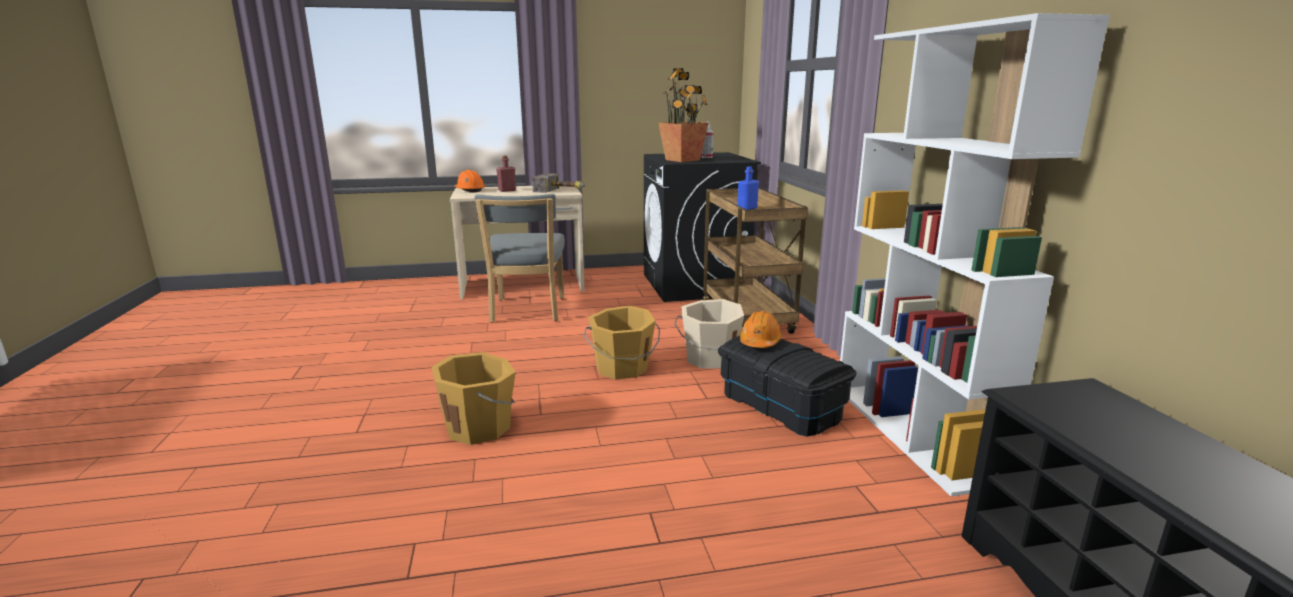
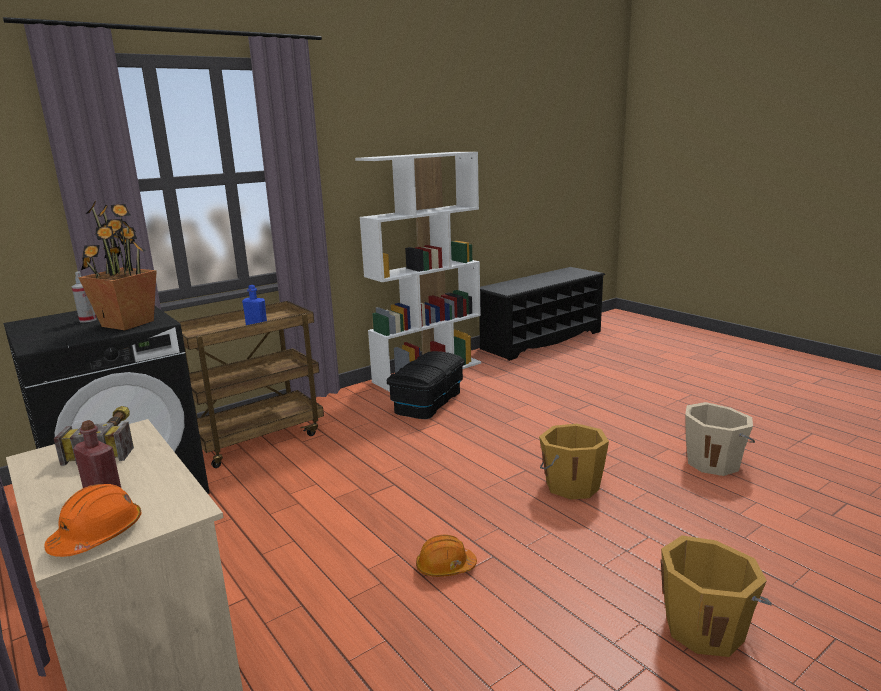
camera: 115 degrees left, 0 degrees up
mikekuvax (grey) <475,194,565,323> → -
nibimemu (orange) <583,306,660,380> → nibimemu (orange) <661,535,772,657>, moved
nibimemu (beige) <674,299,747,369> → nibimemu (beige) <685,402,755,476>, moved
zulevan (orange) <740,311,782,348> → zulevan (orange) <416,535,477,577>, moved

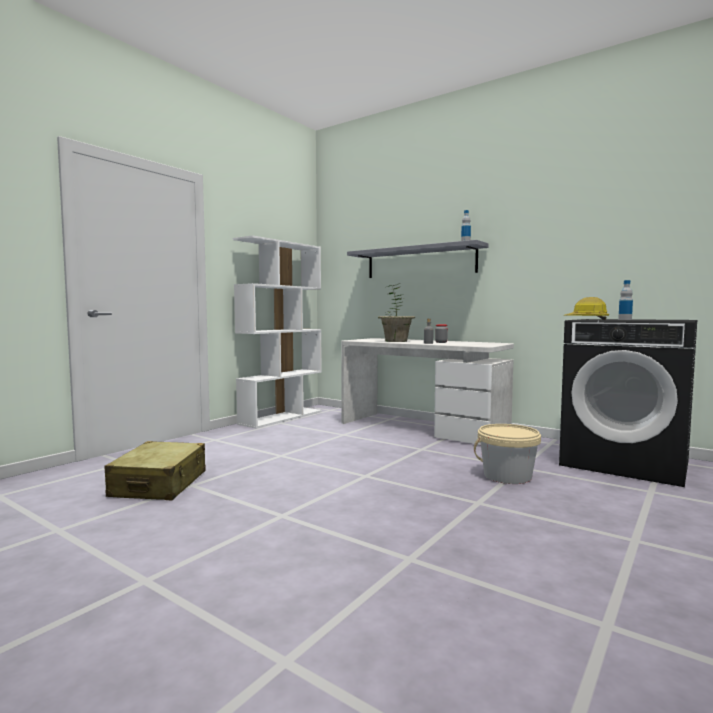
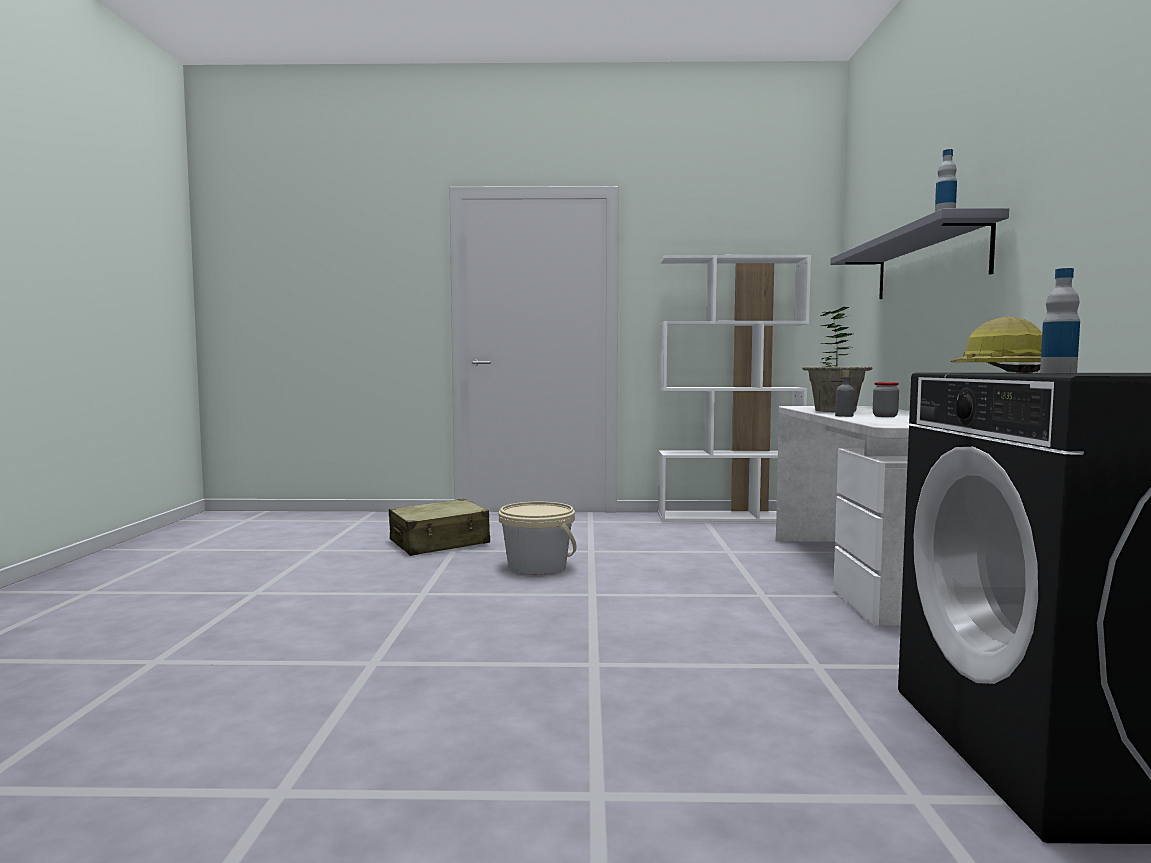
camera: 55 degrees right, 0 degrees up
nibimemu (beige) <474,424,541,484> → nibimemu (beige) <499,502,577,575>, moved

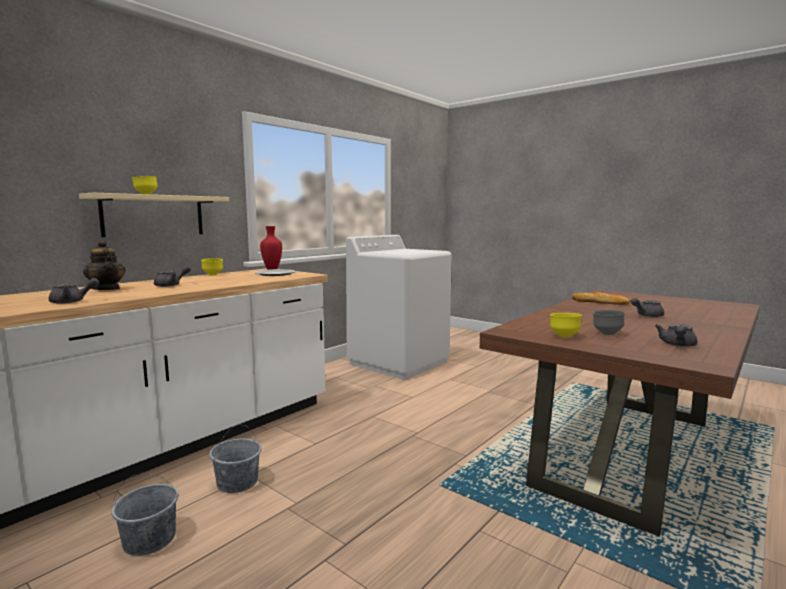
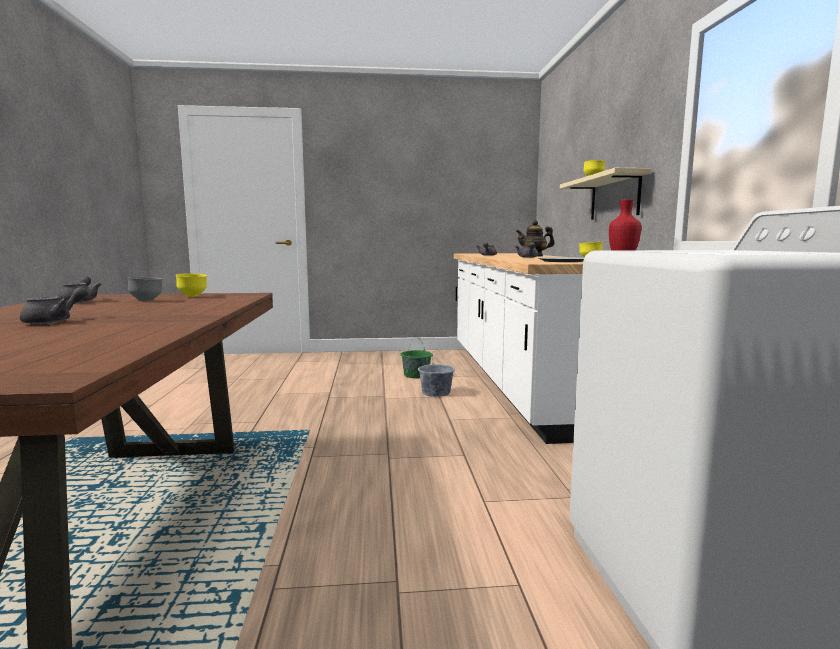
camera: 135 degrees right, 0 degrees up
nibimemu (grey) <112,472,179,556> → nibimemu (green) <401,337,432,378>
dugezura <572,292,631,305> → -

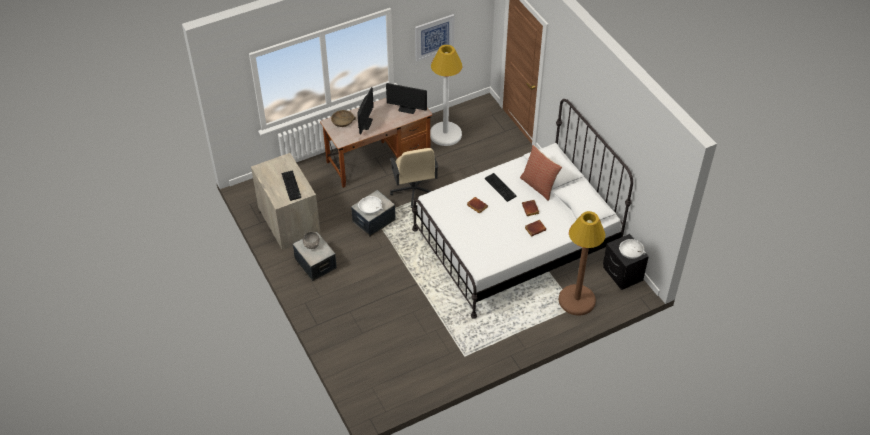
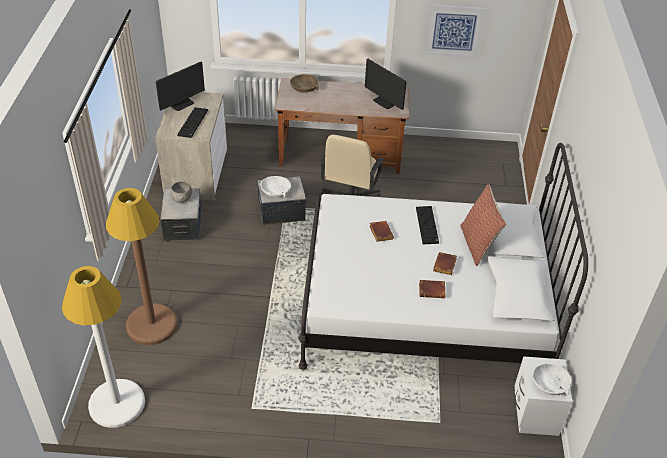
camera: 30 degrees right, 5 degrees down
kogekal <358,87,374,134> → kogekal <156,62,205,111>, moved
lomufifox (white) <430,45,462,146> → lomufifox (white) <62,266,145,428>, moved
lomufifox (brown) <559,211,605,316> → lomufifox (brown) <106,188,178,345>, moved
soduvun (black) <603,234,649,290> → soduvun (white) <515,356,573,436>

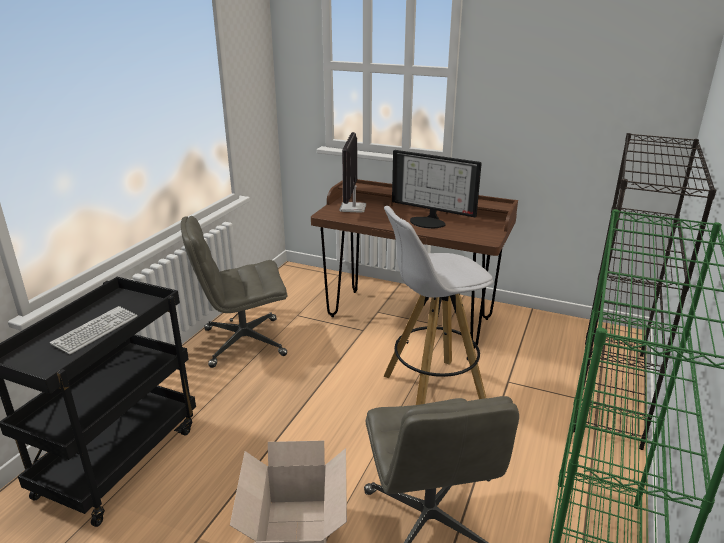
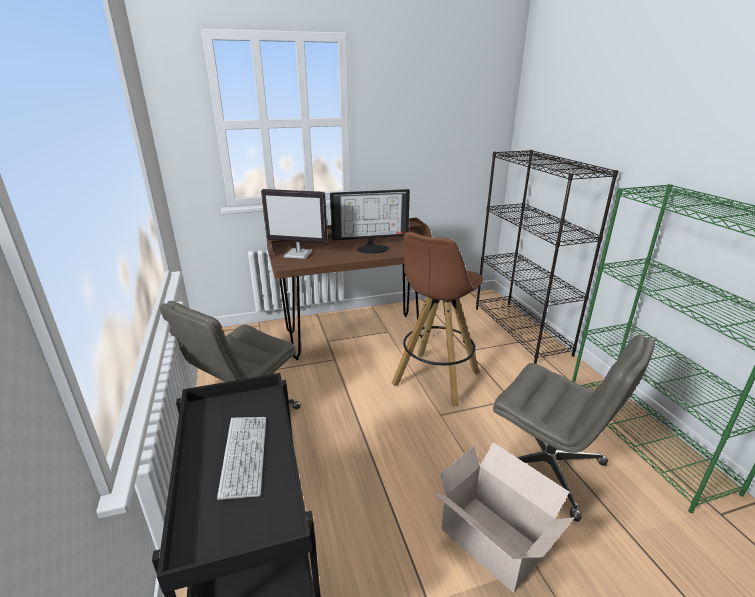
camera: 40 degrees left, 0 degrees up
kogekal <339,132,366,213> → kogekal <261,189,328,259>, 45 degrees counterclockwise
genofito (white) <384,206,494,405> → genofito (brown) <392,232,483,407>

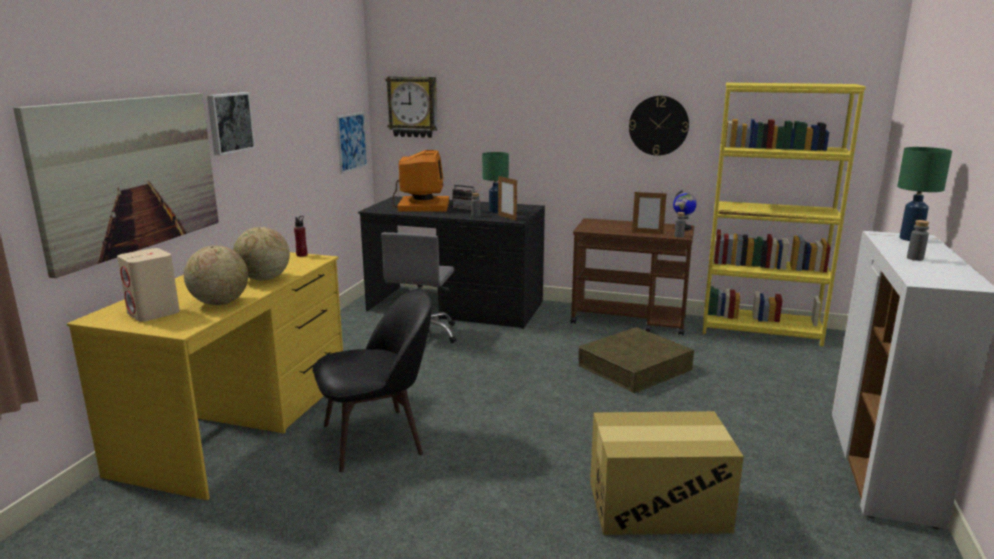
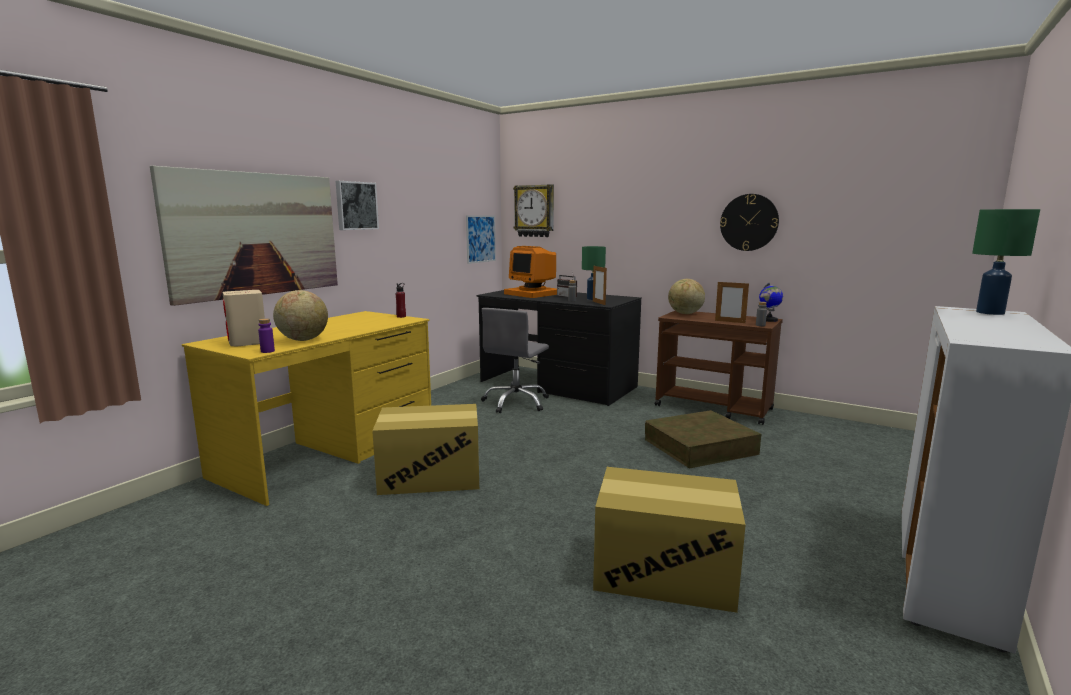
camera: 15 degrees right, 5 degrees down
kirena <233,227,290,281> → kirena <668,279,705,314>, moved
mikekuvax (black) <312,289,432,472> → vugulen <372,404,479,495>
kogekal <393,150,449,212> → kogekal <504,246,557,298>, 120 degrees clockwise
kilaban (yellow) <703,83,866,347> → -
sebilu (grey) <907,220,929,261> → -
- → sebilu (purple) <258,319,275,353>

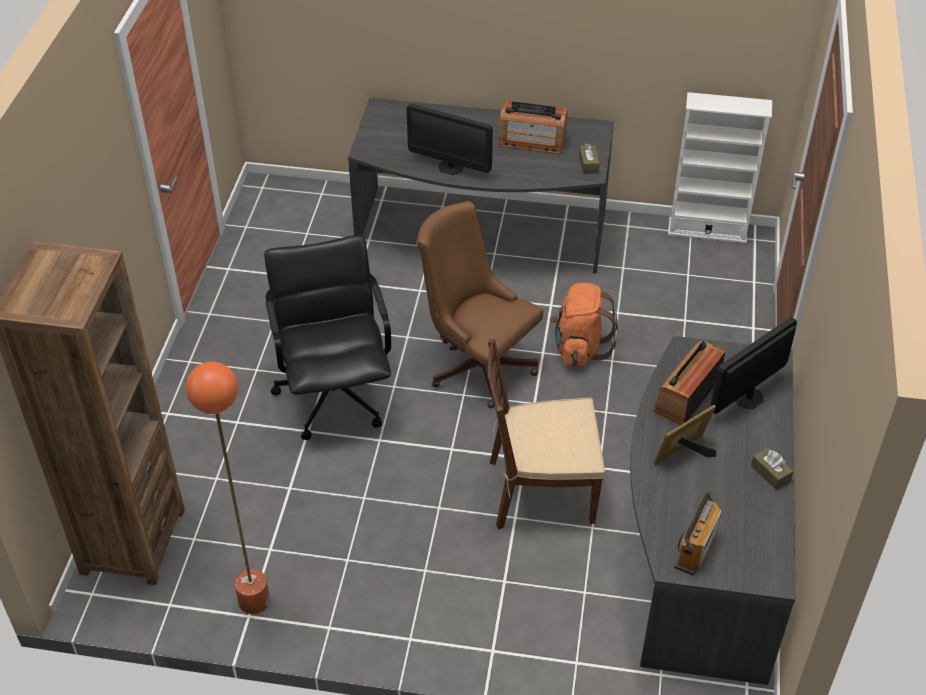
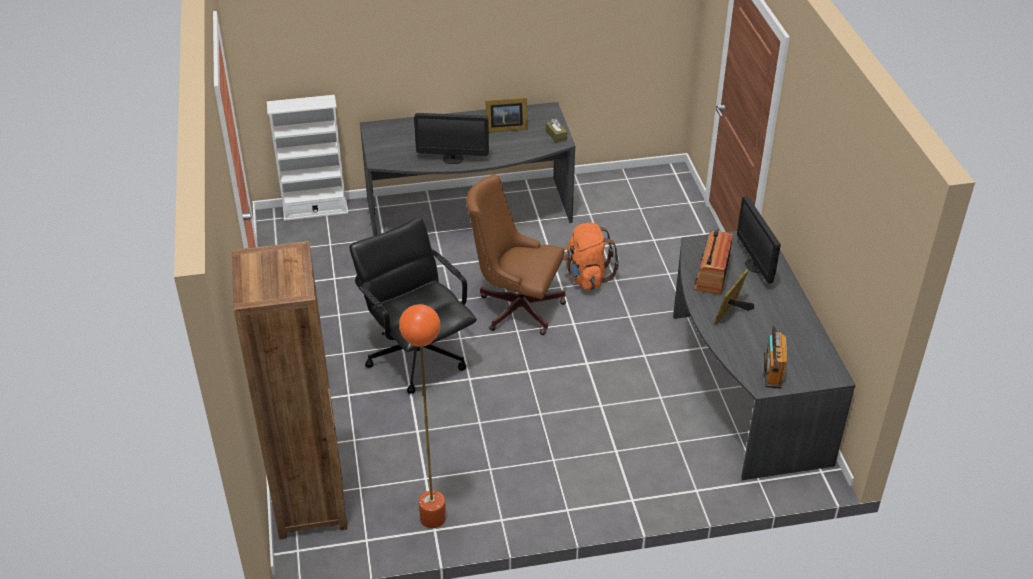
camera: 20 degrees left, 5 degrees down
mikekuvax (brown) <488,339,605,529> → -
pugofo <499,101,568,154> → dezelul <485,97,527,133>
kilaban (white) <668,92,772,243> → kilaban (white) <267,95,348,221>, moved
kogekal <710,317,797,414> → kogekal <737,196,781,283>, 45 degrees counterclockwise
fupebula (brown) <751,448,793,490> → -

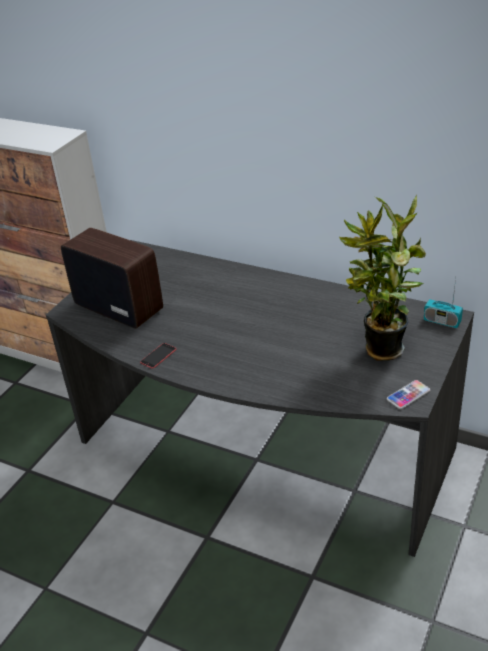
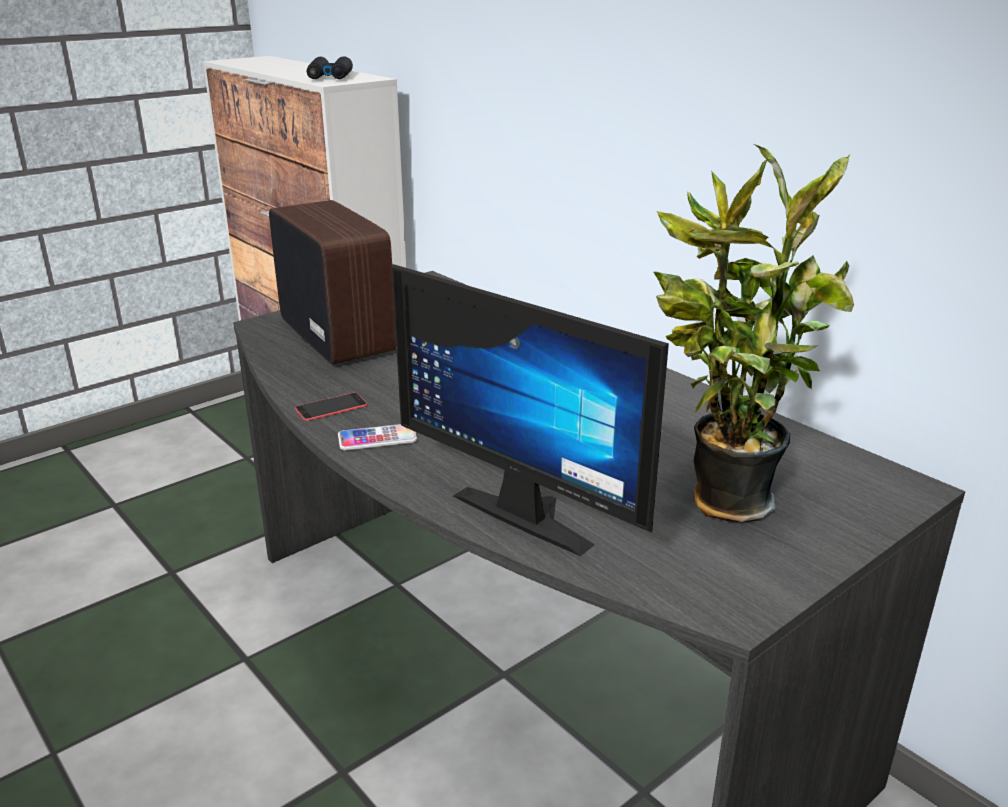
camera: 20 degrees right, 10 degrees down
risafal <387,380,430,409> → risafal <338,424,417,451>, moved
pugofo <424,279,463,328> → -
- → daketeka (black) <307,56,353,79>
- → kogekal <392,264,669,556>

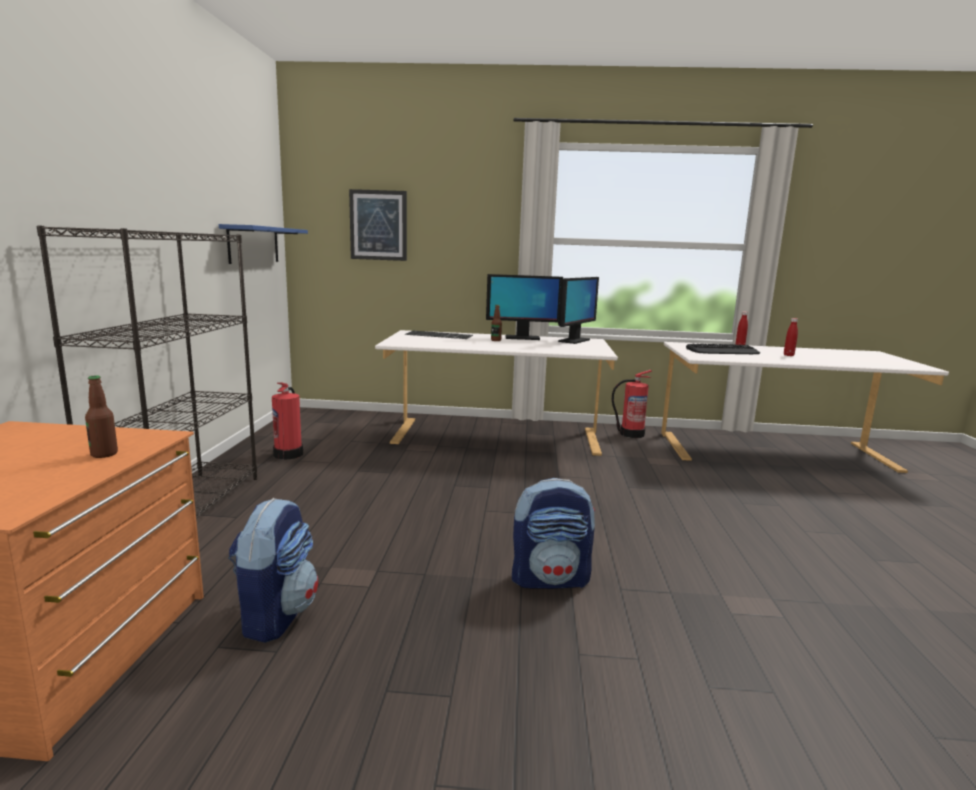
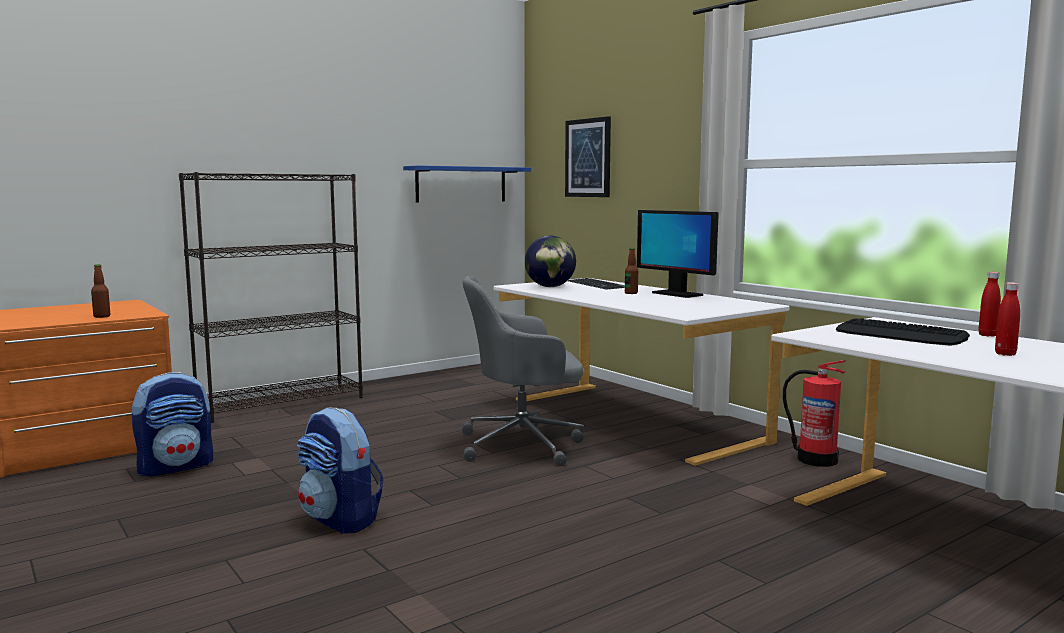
camera: 50 degrees right, 5 degrees down
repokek <272,382,303,460> → -
kogekal <558,277,599,344> → -
- → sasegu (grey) <462,276,584,466>
- → kirena <525,236,576,287>

